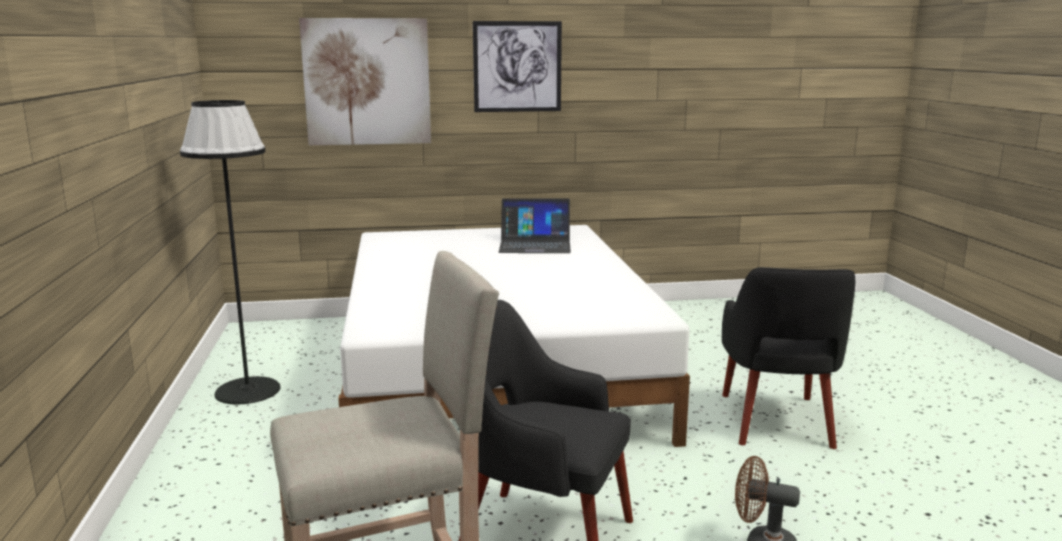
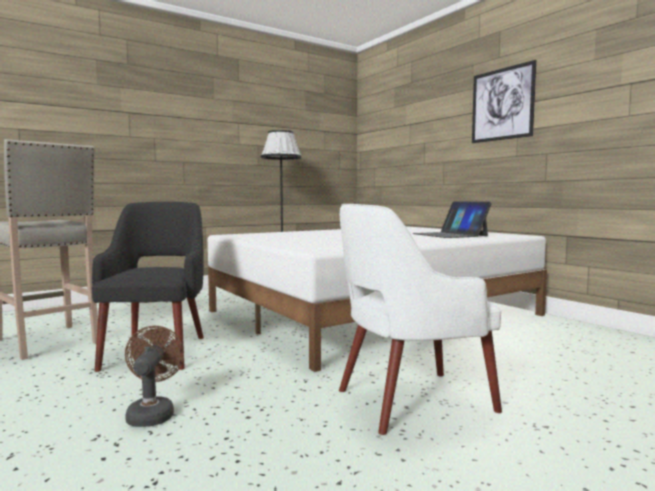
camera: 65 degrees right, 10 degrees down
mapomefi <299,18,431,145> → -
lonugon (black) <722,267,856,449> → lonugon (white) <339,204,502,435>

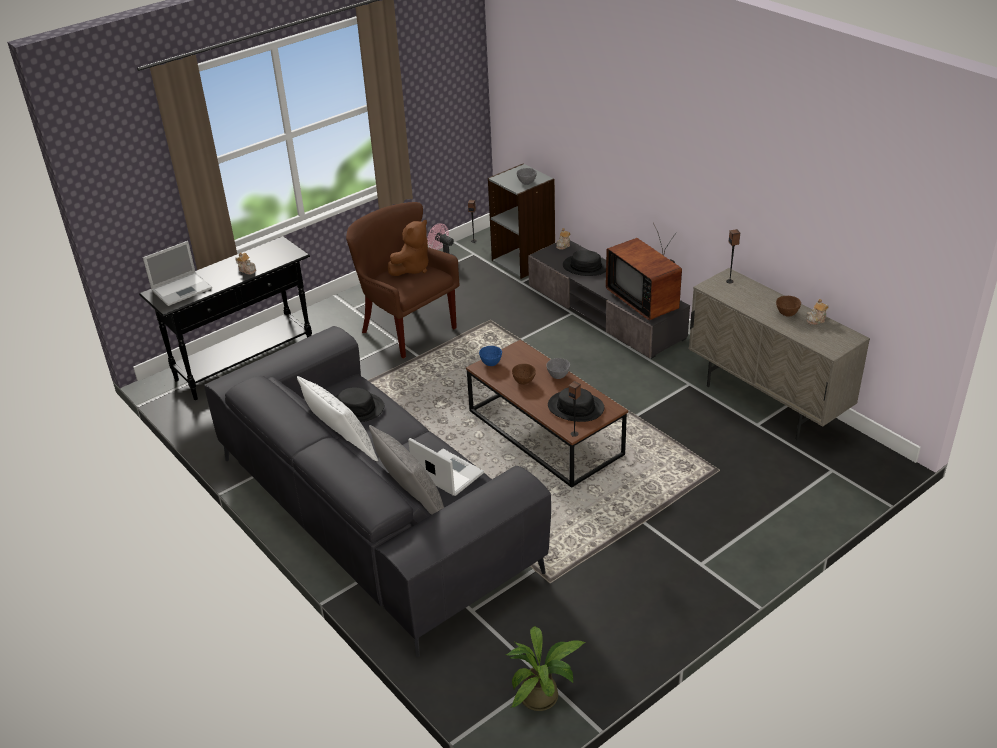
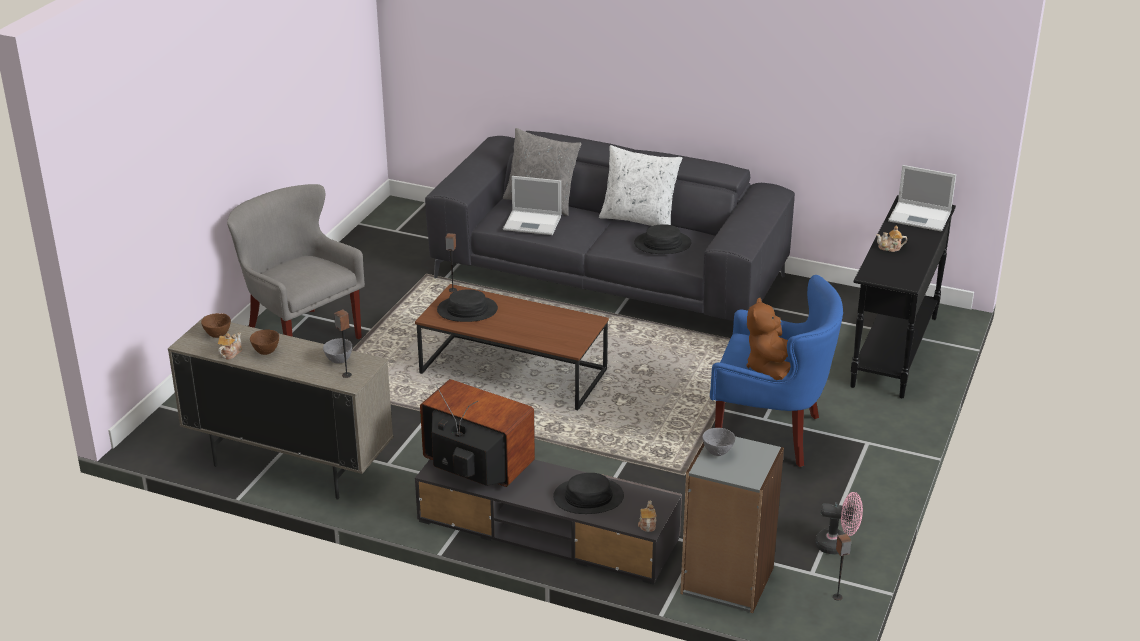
camera: 150 degrees right, 5 degrees down
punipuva <143,241,212,306> → punipuva <888,165,956,232>, 90 degrees counterclockwise
lonugon (brown) <346,202,460,359> → lonugon (blue) <710,275,843,467>
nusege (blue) <479,346,502,366> → -
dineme <505,626,586,711> → -
nusege (brown) <512,364,536,385> → nusege (brown) <201,313,231,338>, moved
nusege (grey) <546,358,570,379> → nusege (grey) <323,338,352,364>, moved
- → lonugon (grey) <227,184,365,340>

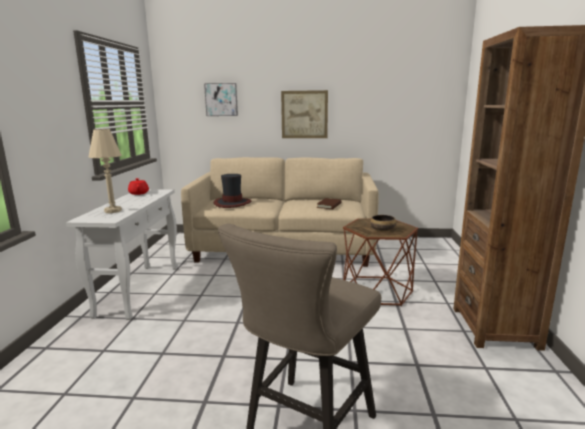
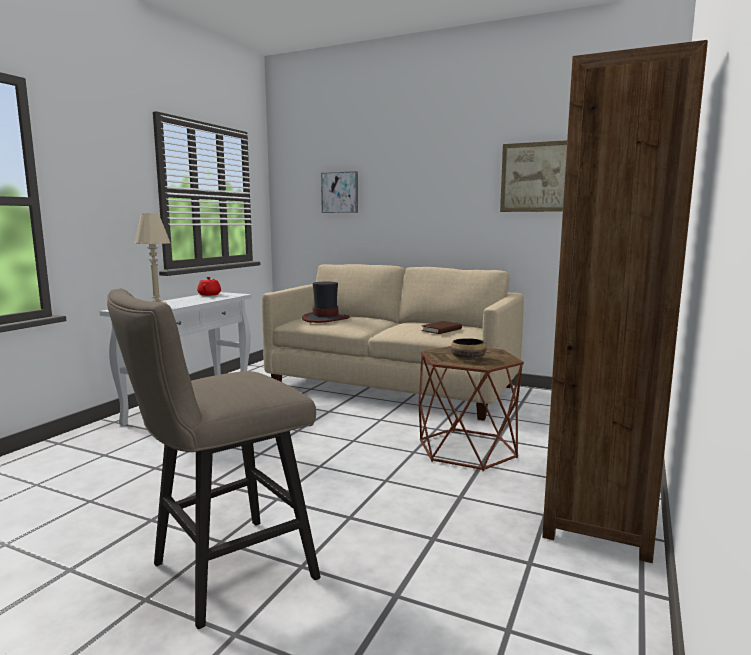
camera: 20 degrees right, 5 degrees down
mapomefi <281,90,328,138> → mapomefi <500,140,567,212>, moved

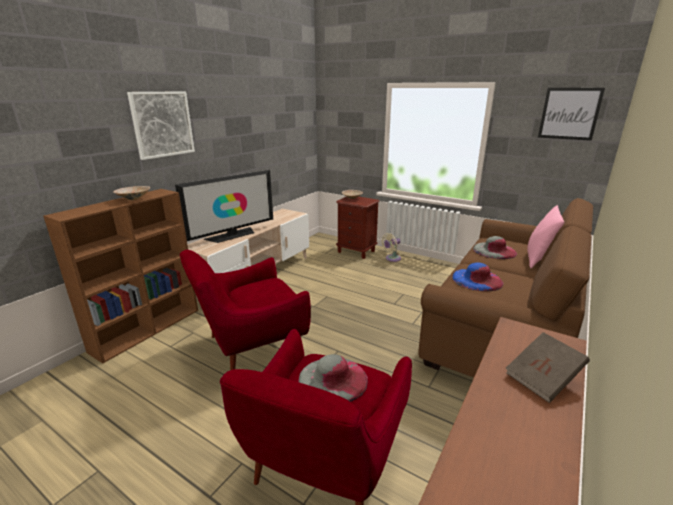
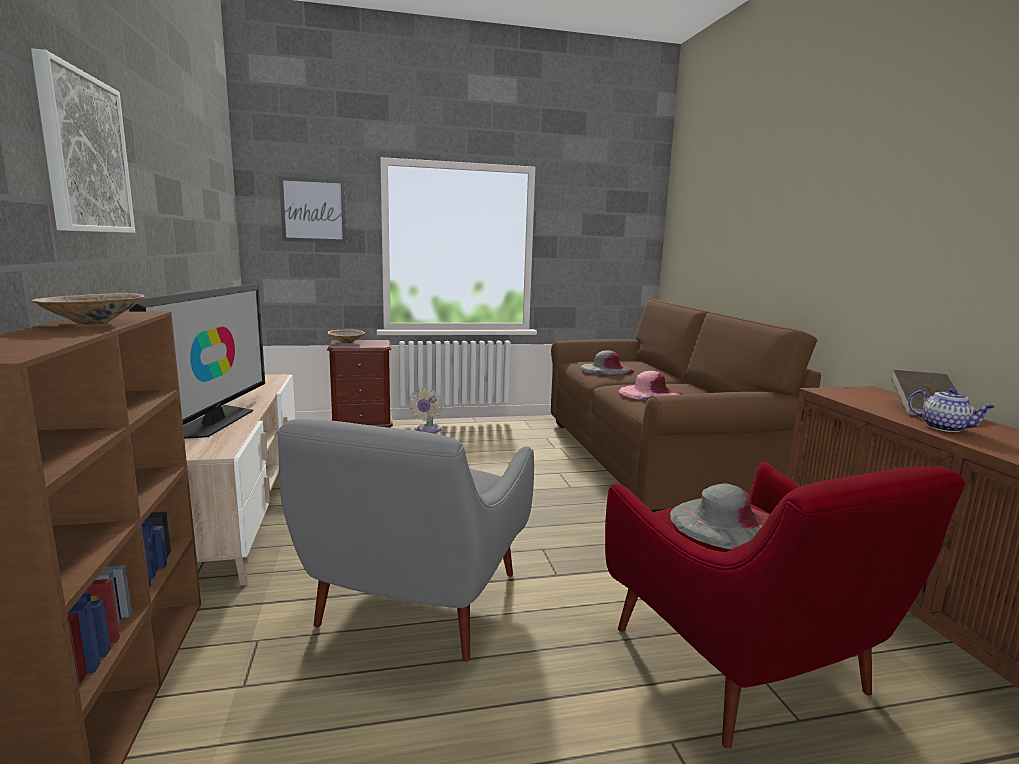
camera: 45 degrees left, 10 degrees down
lonugon (red) <180,250,311,370> → lonugon (grey) <277,419,534,661>
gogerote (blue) <452,262,503,291> → gogerote (pink) <619,371,682,401>
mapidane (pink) <527,205,565,268> → -
mapomefi <538,88,605,141> → mapomefi <279,176,346,243>, moved
- → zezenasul <908,388,995,432>

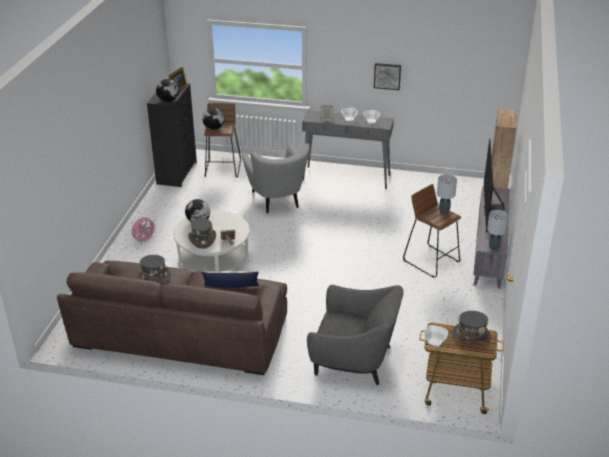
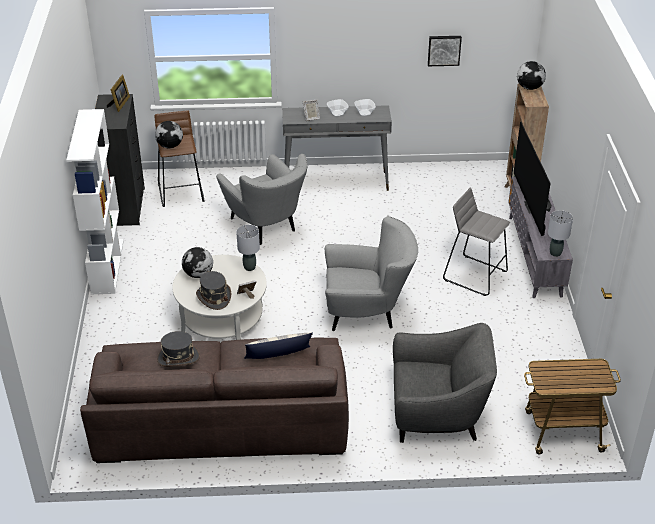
camera: 15 degrees left, 5 degrees up
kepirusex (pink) <131,217,157,243> → -
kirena <156,79,179,102> → kirena <517,61,546,90>, moved
mapomefi <374,63,401,90> → mapomefi <428,36,462,66>, moved
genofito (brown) <403,184,462,278> → genofito (grey) <443,187,510,296>
nusege <424,325,448,347> → -
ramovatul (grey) <437,174,457,214> → ramovatul (grey) <236,225,260,271>, moved
gogerote (grey) <452,311,491,342> → -
- → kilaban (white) <66,109,124,294>
- → lonugon (grey) <325,216,418,331>

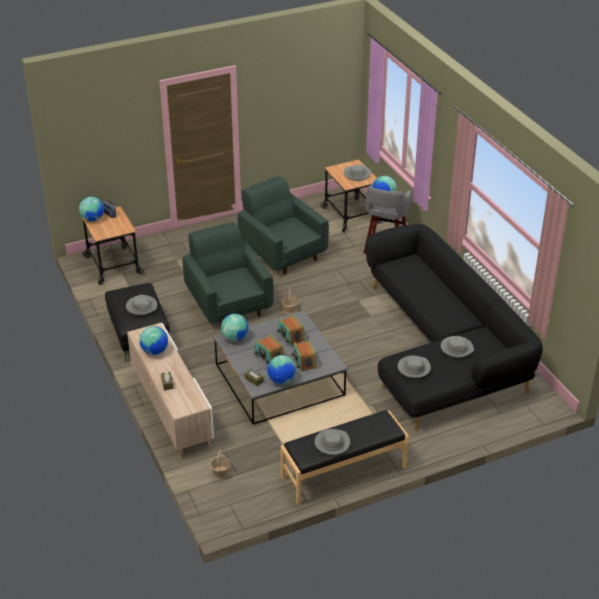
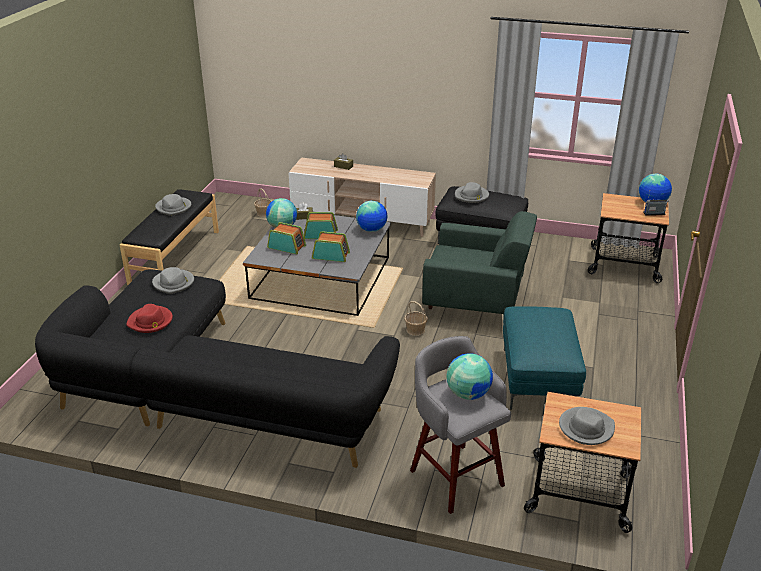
camera: 130 degrees right, 5 degrees down
kirena <139,326,168,355> → -
lonugon (green) <238,176,329,274> → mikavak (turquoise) <503,306,586,410>
gogerote (grey) <441,336,474,358> → gogerote (red) <126,304,173,333>

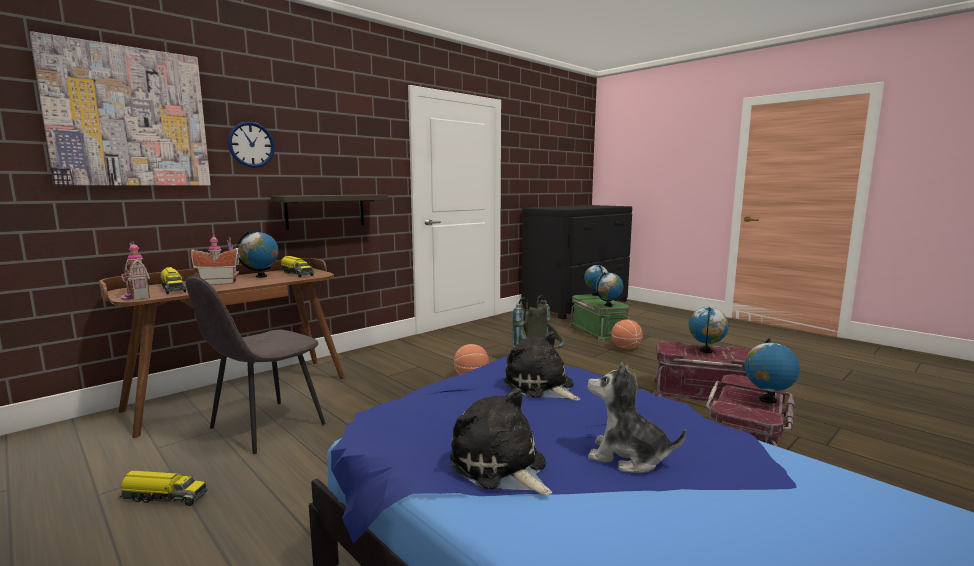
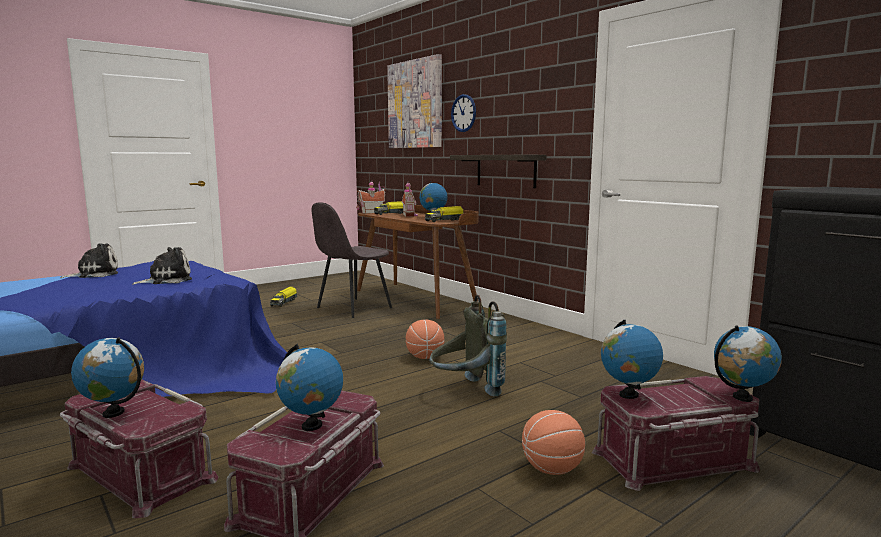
camera: 95 degrees right, 0 degrees up
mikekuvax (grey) <185,276,326,454> → mikekuvax (grey) <312,202,392,318>, 90 degrees counterclockwise
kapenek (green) <569,294,631,342> → kapenek (red) <592,376,760,491>
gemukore <587,362,686,473> → -

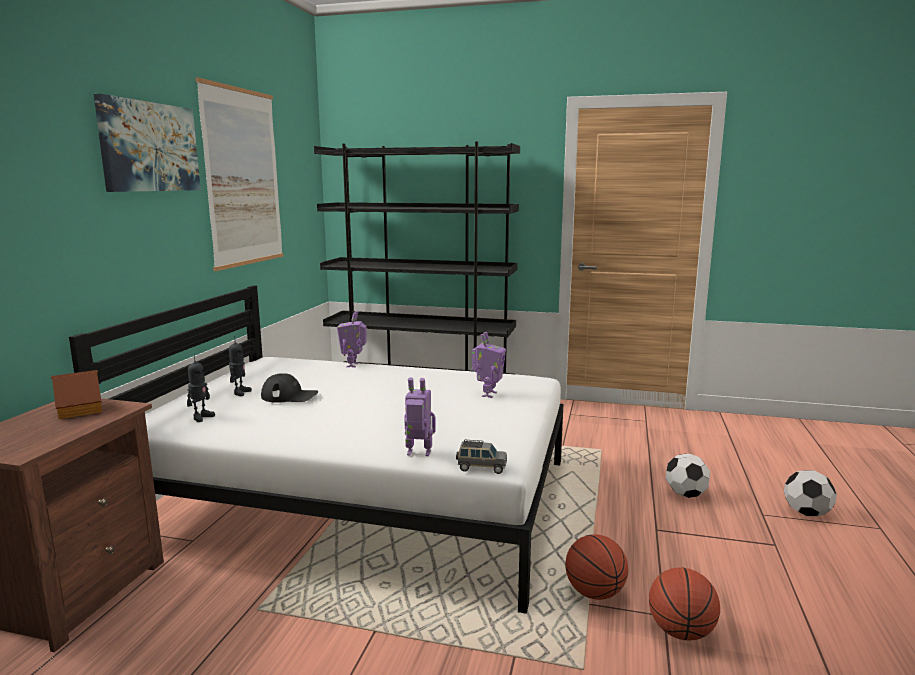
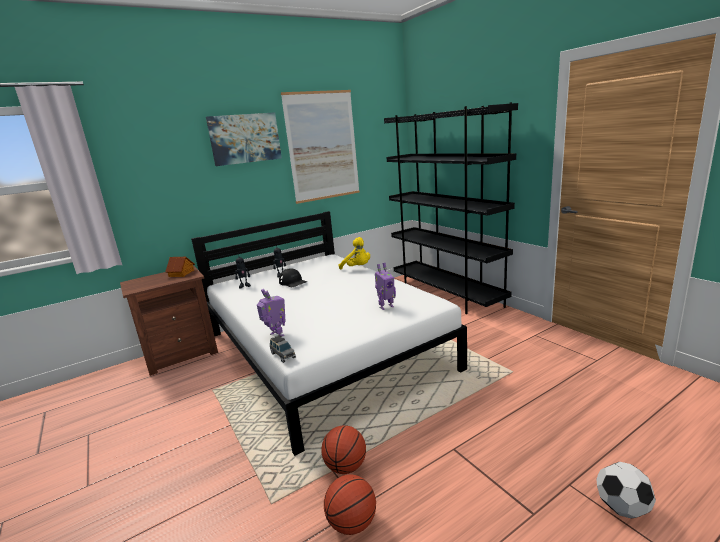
camera: 45 degrees right, 5 degrees up
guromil <337,311,367,367> → gemukore (yellow) <339,237,370,270>
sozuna <666,453,710,498> → -

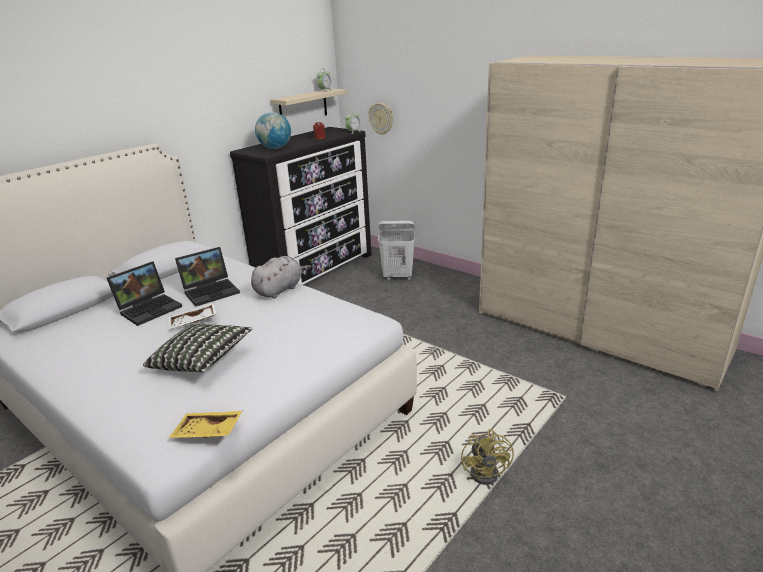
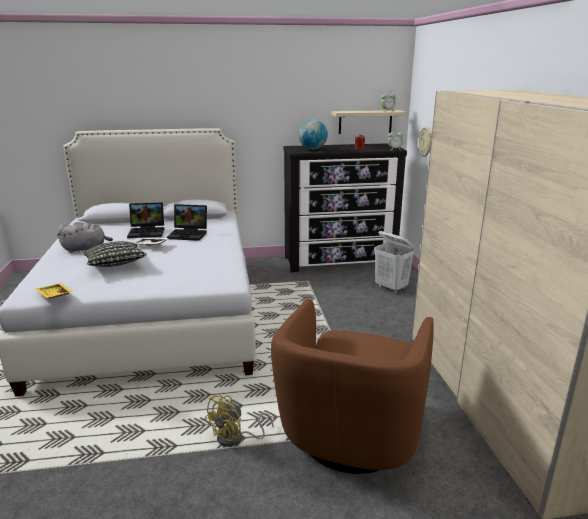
camera: 40 degrees right, 5 degrees down
gemukore (grey) <251,256,311,298> → gemukore (grey) <57,222,113,253>, moved
- → lonugon (brown) <271,299,434,474>

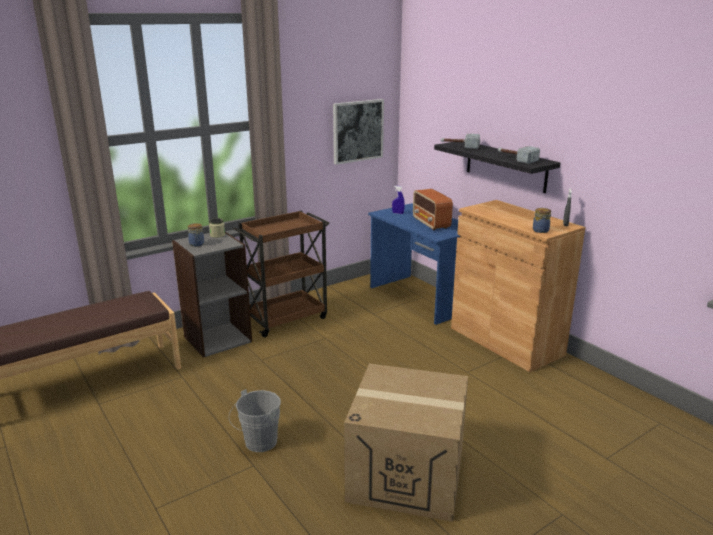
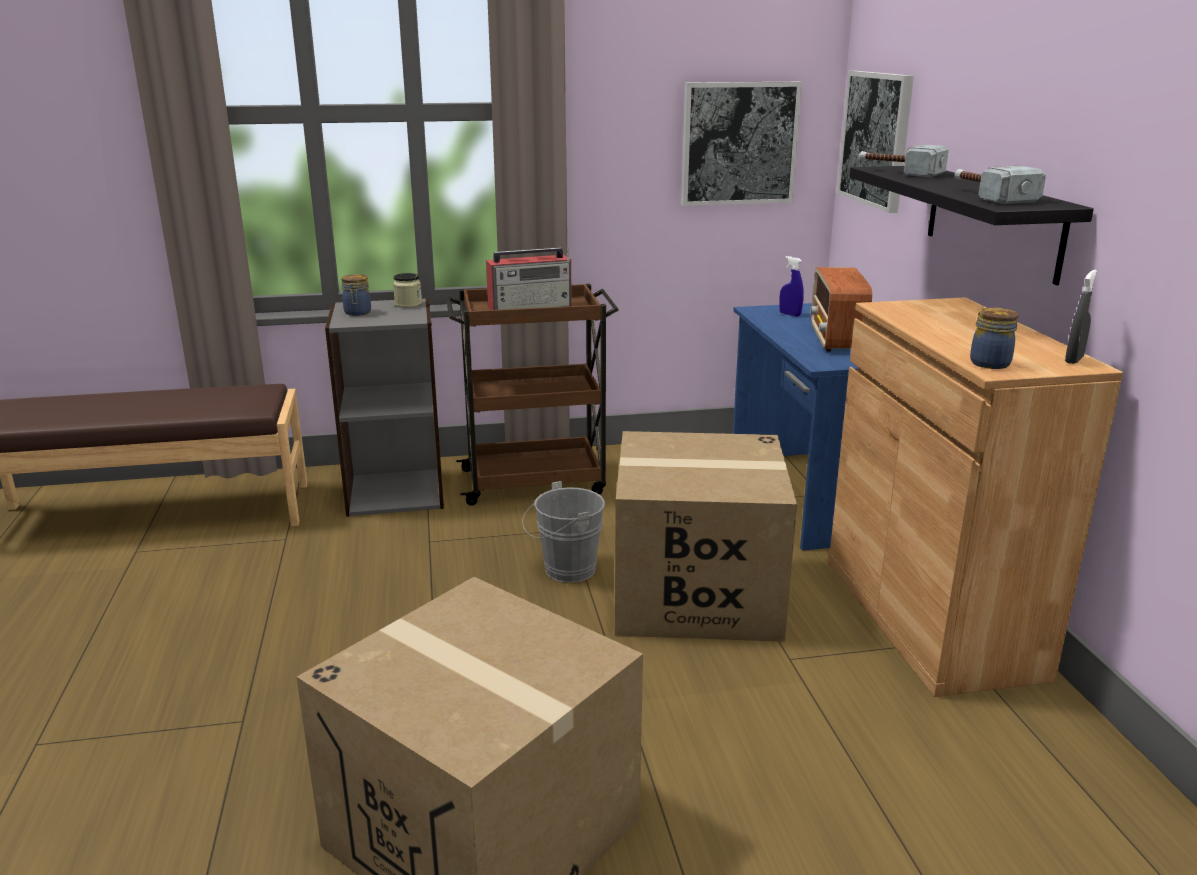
camera: 25 degrees right, 0 degrees up
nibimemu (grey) <229,389,281,452> → nibimemu (grey) <522,481,605,583>, moved
- → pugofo <486,247,572,310>
- → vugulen <615,431,797,642>
- → mapomefi <837,71,914,213>

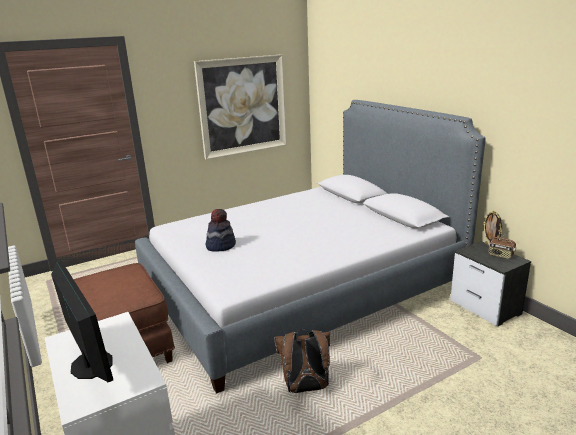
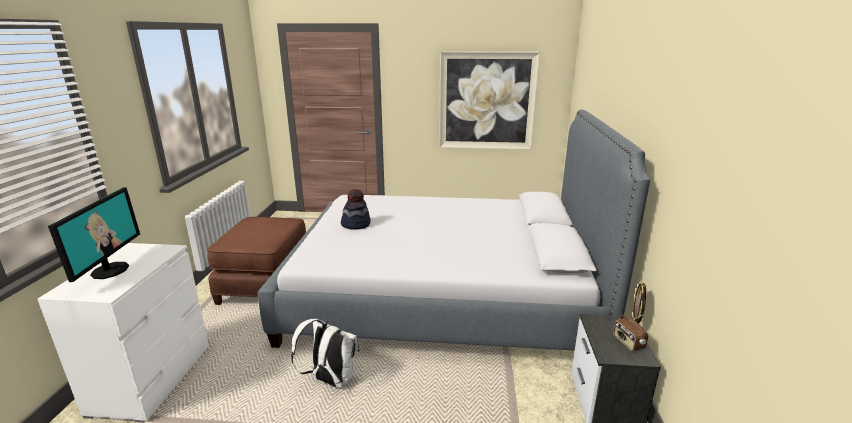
camera: 35 degrees right, 0 degrees up
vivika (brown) <274,329,330,393> → vivika (white) <291,318,360,388>

